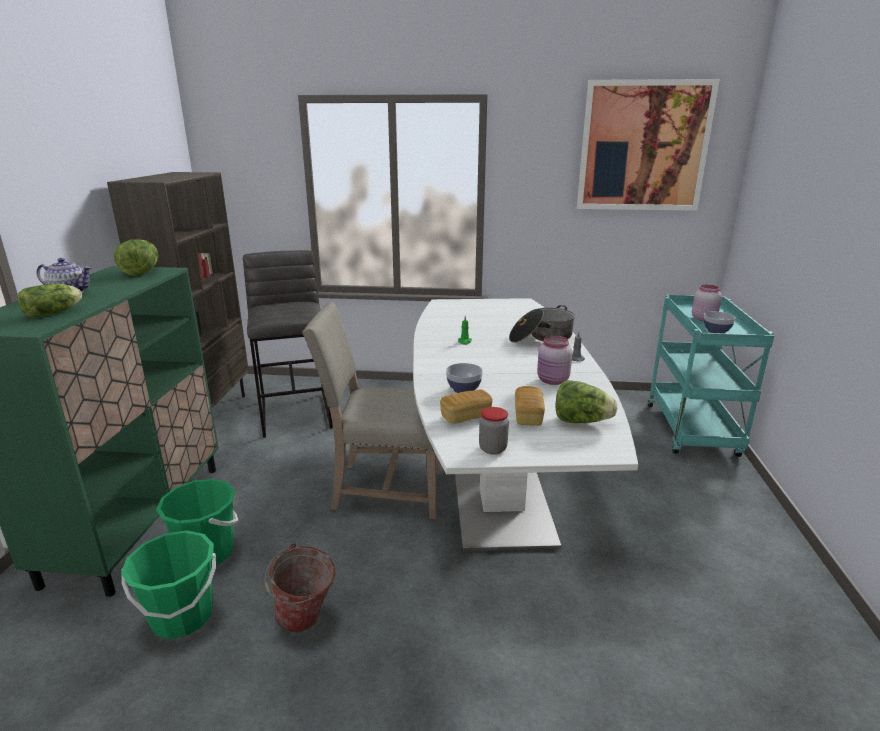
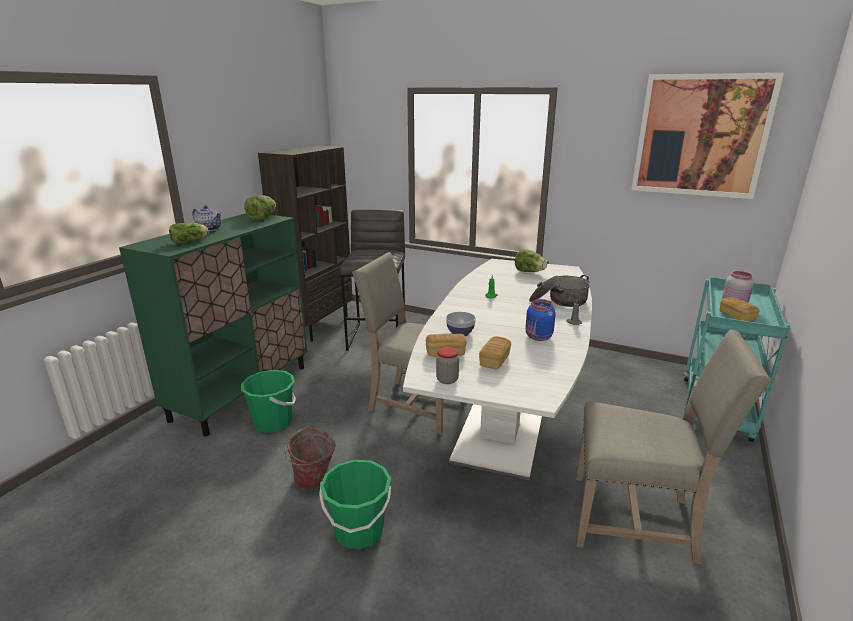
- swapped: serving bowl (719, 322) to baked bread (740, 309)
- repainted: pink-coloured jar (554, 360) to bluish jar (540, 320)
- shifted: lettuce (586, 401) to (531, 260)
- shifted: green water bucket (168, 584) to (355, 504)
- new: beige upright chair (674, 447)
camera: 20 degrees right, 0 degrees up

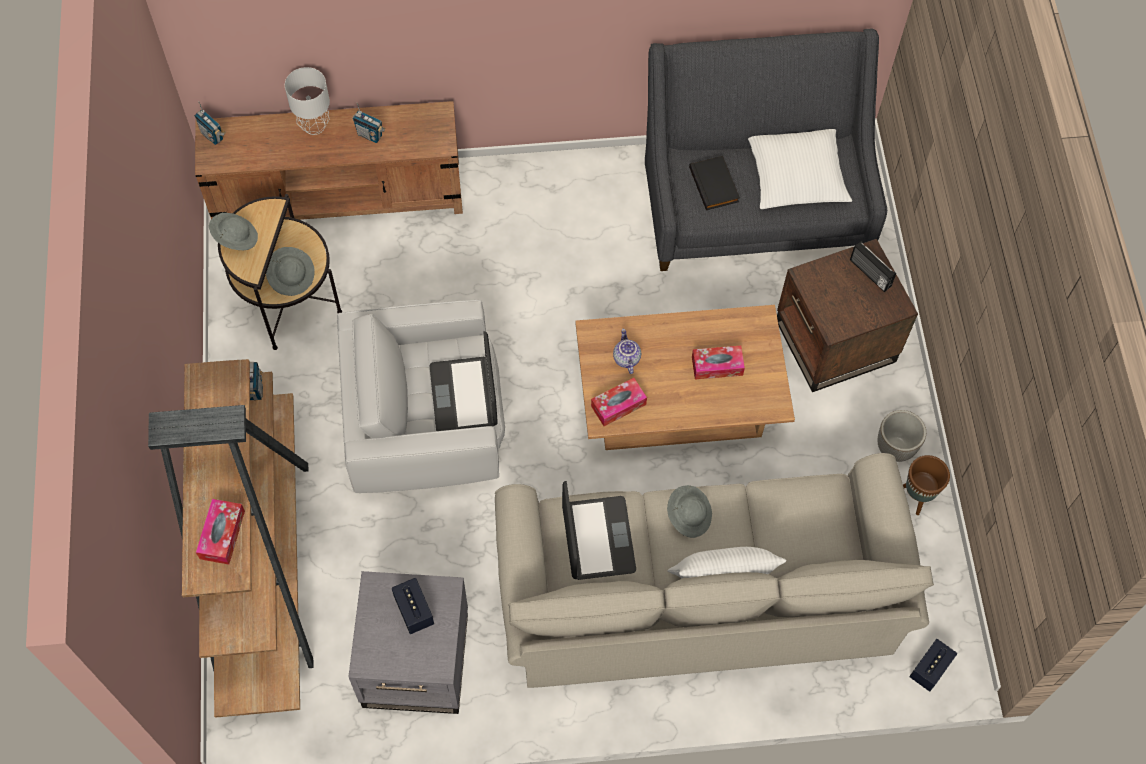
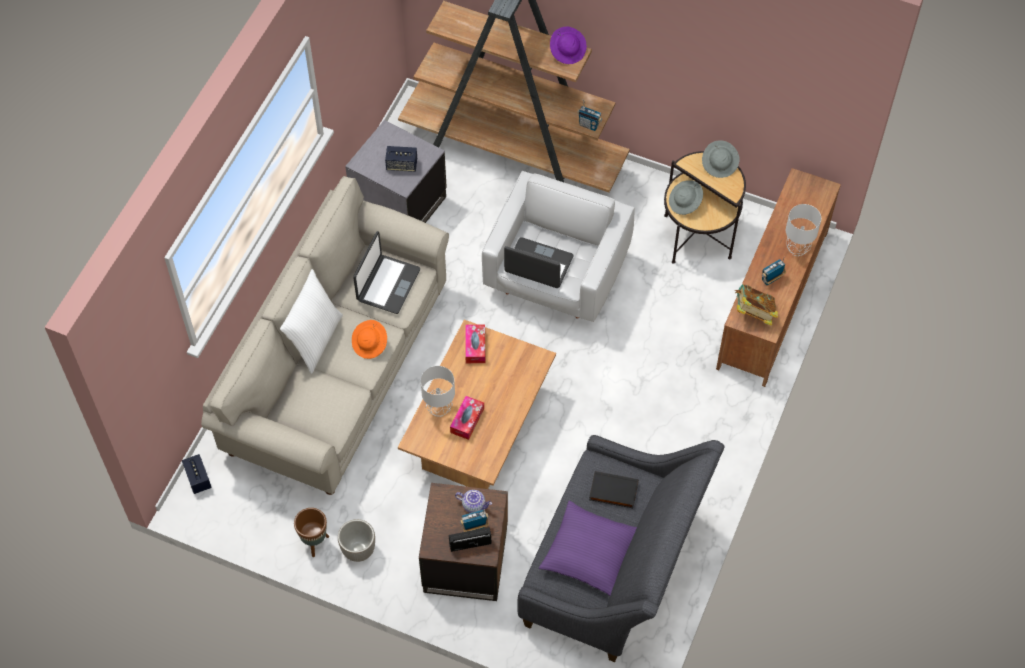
- shifted: radio (210, 123) to (474, 520)
- repainted: white pillow (800, 169) to purple-coloured pillow (588, 548)
- shifted: pot for tea (627, 351) to (473, 501)
- rotated: notebook computer (599, 530) = (386, 272) 90 degrees counterclockwise
- repainted: gray clothing hat (689, 511) to orange clothing hat (369, 339)
- gone: tissue box (220, 532)
- new: purple-coloured clothing hat (568, 45)
- new: book (756, 305)
- new: gray lamp for a table (438, 391)
camera: 120 degrees right, 5 degrees down

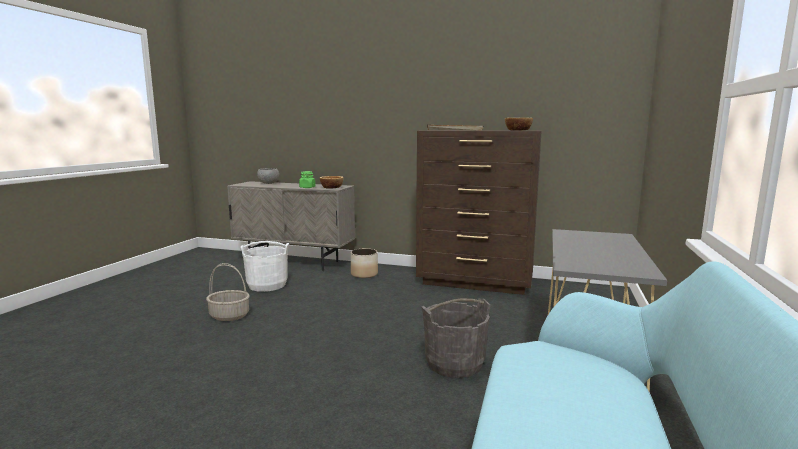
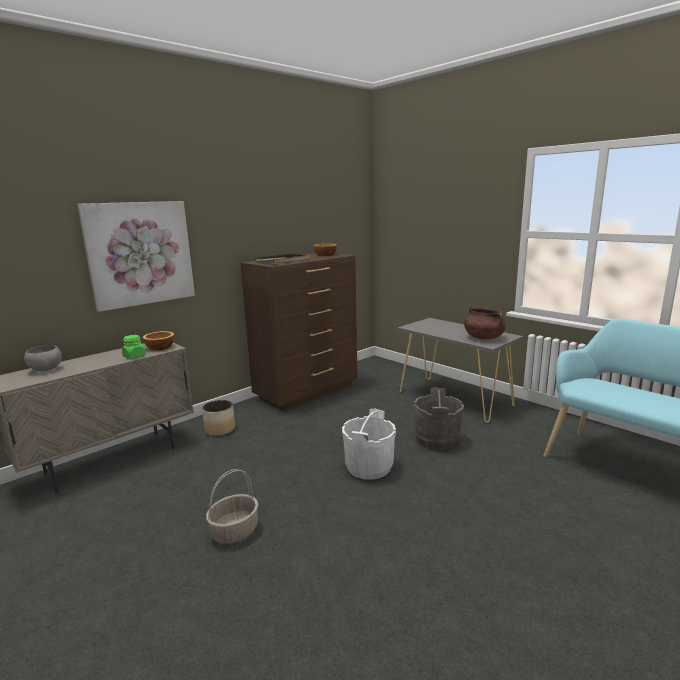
- shifted: white water bucket (265, 266) to (369, 444)
- new: picture (136, 256)
- new: brown-coloured saucepot (485, 322)
camera: 60 degrees left, 5 degrees up

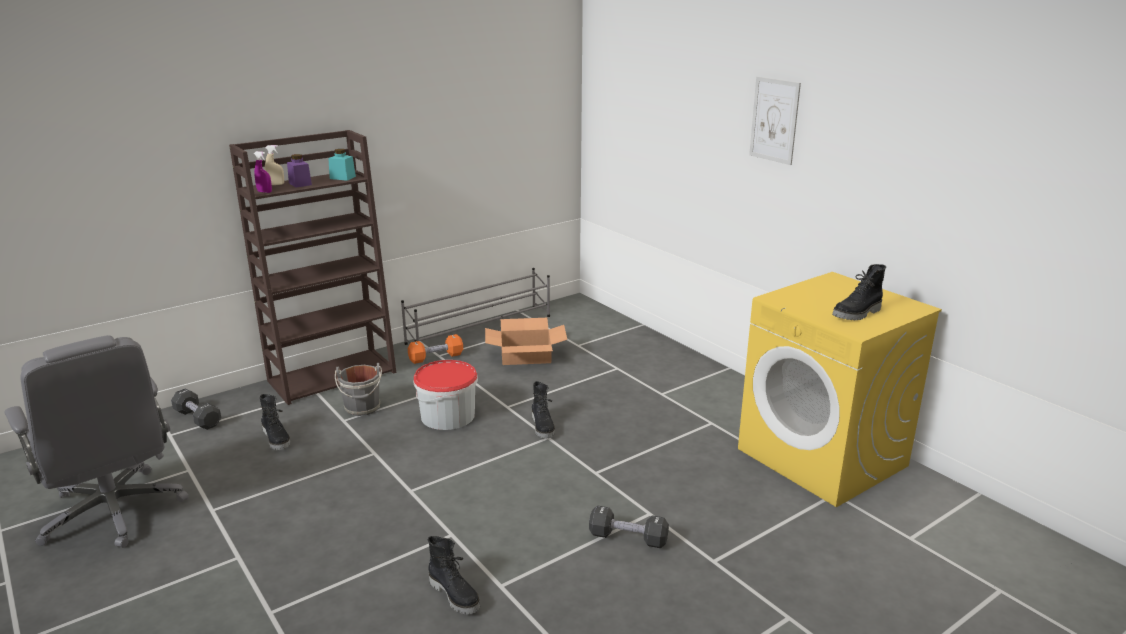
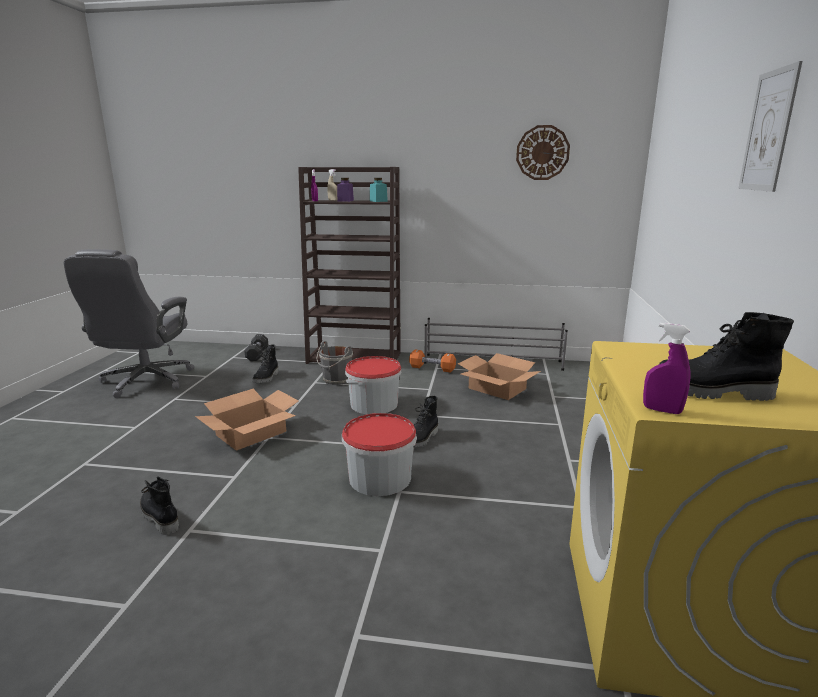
- gone: blackish free weight (629, 526)
- rotated: blackish high-top boot (454, 575) = (159, 505) 135 degrees clockwise
- new: wall clock (543, 152)
- new: purple-coloured sprayer (666, 368)
- new: packing box (247, 420)
- new: water bucket (379, 454)
camera: 45 degrees right, 5 degrees down

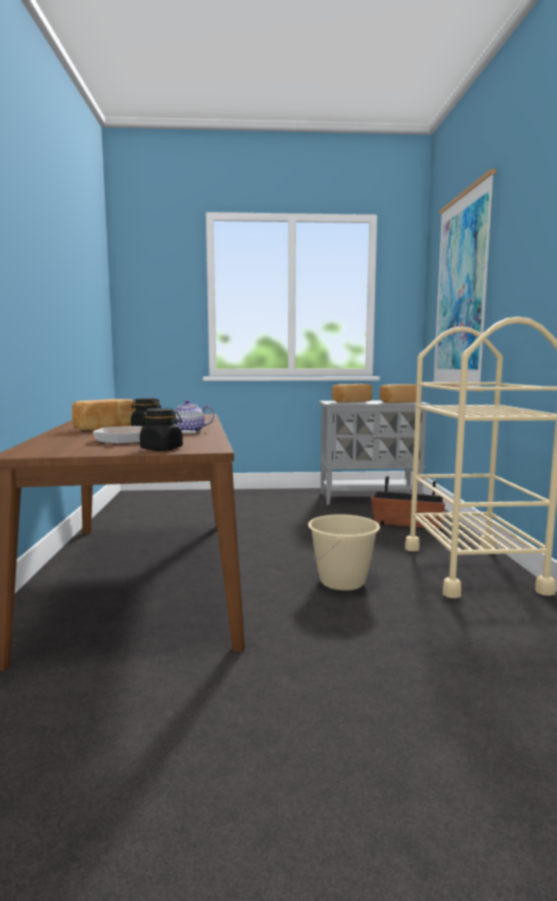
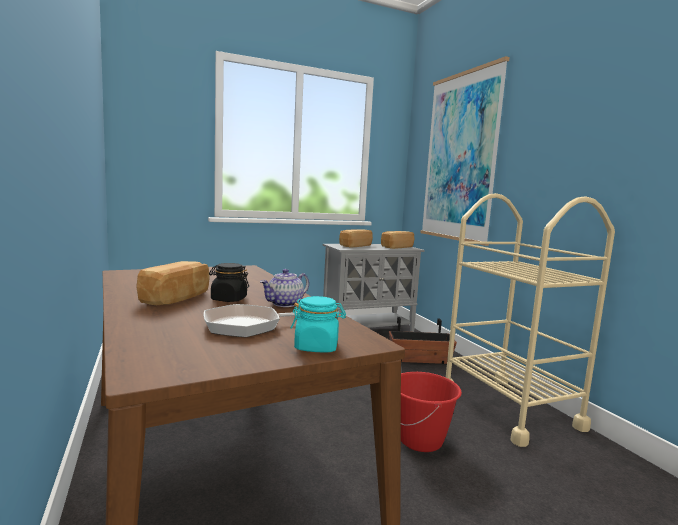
- repainted: blackish jar (161, 429) to turquoise-coloured jar (318, 324)
- repainted: beige water bucket (344, 552) to reddish water bucket (431, 412)
camera: 20 degrees left, 0 degrees up

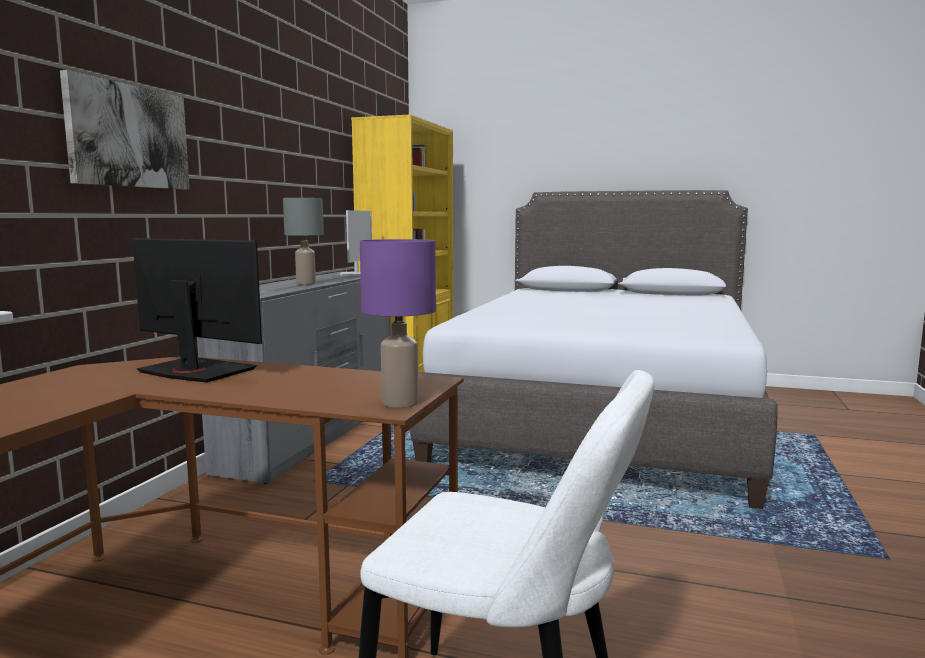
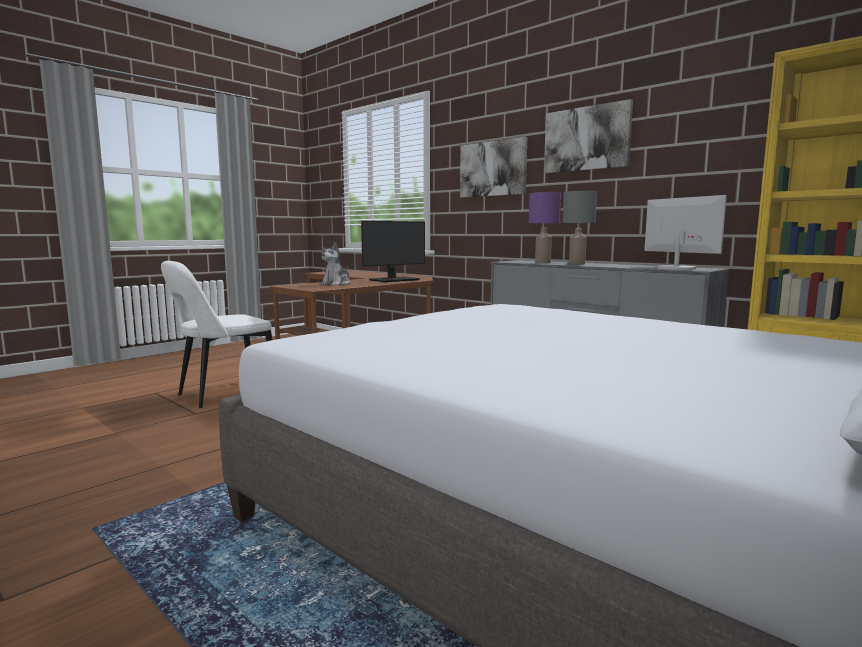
- rotated: monitor (356, 243) = (685, 232) 150 degrees counterclockwise
- shifted: purple-coloured lamp for a table (398, 323) to (545, 228)
- new: picture (588, 136)
- new: plush toy (335, 264)
camera: 115 degrees right, 0 degrees up

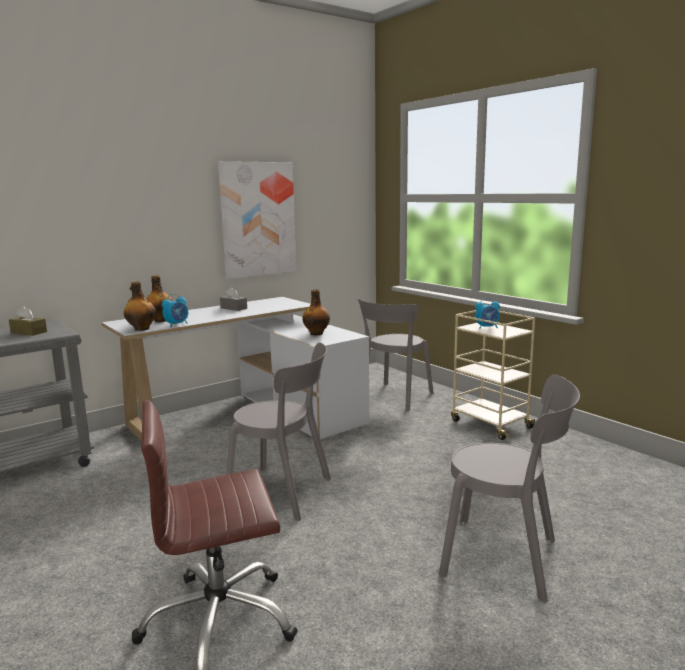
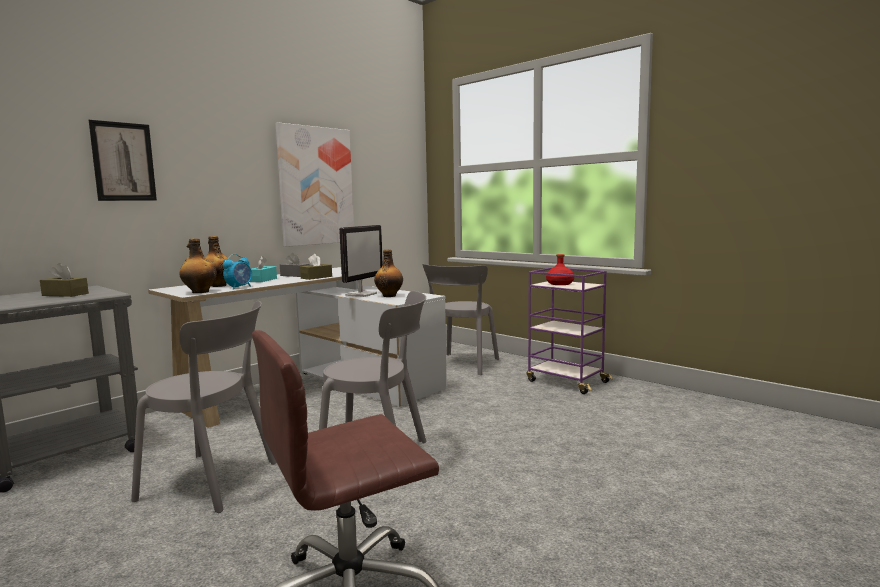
- swapped: table clock (487, 313) to reddish drink bottle (560, 269)
- repainted: beige cart (493, 375) to purple-coloured cart (570, 330)
- shifted: gray upright chair (509, 489) to (204, 407)
- new: picture (123, 160)
- new: monitor (361, 261)
- new: brown-coloured tissue box (316, 267)
- new: turquoise-coloured tissue box (263, 269)
camera: 10 degrees left, 5 degrees down

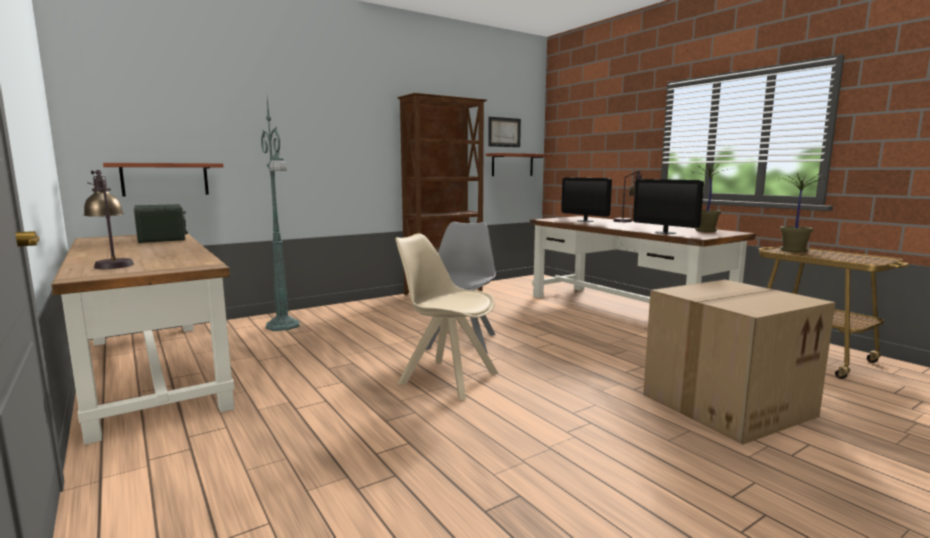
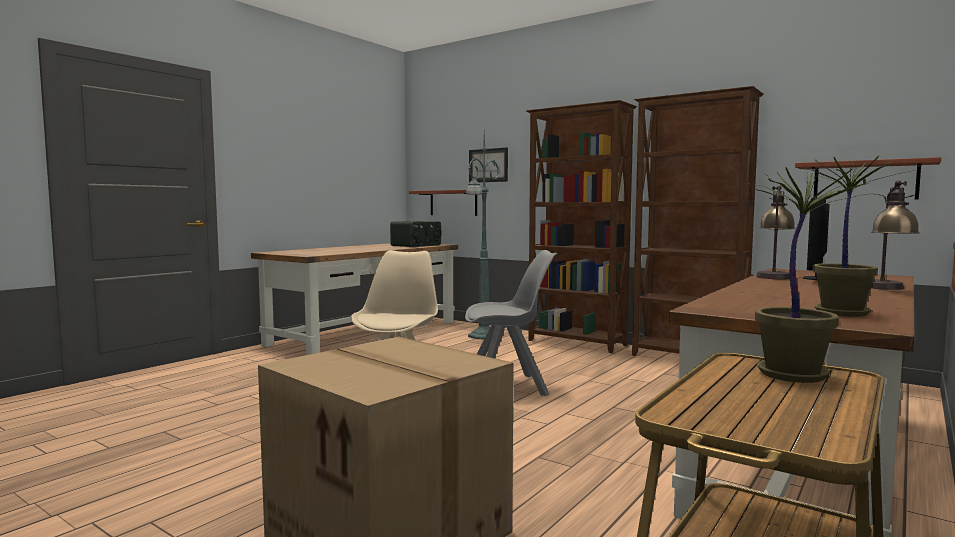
- shifted: picture (504, 132) to (488, 165)
- shifted: lamp for a table (109, 219) to (775, 232)
- gone: monitor (668, 206)
- new: brown-coloured shelving unit (581, 226)
camera: 70 degrees right, 5 degrees down

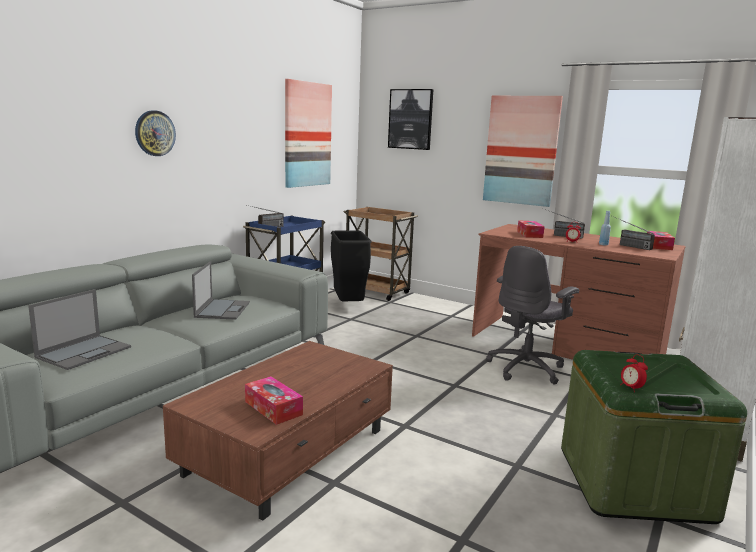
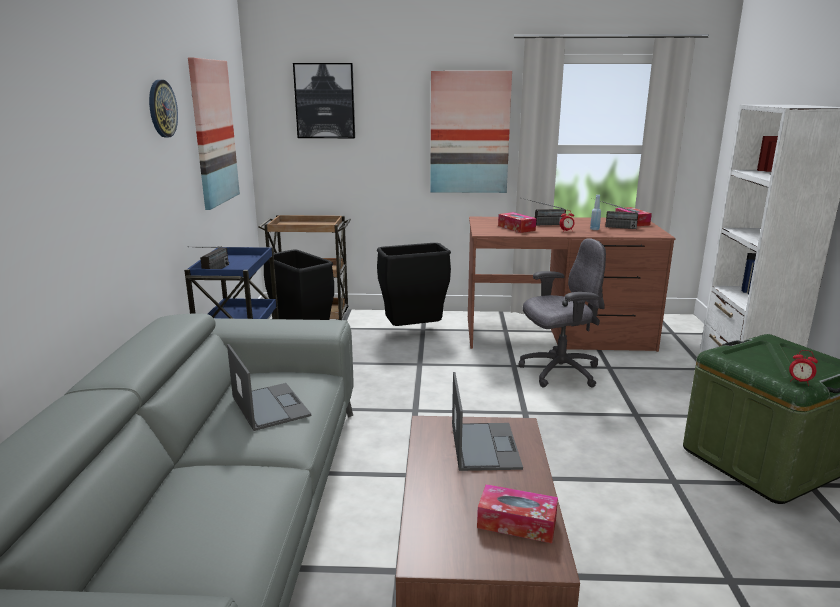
- shifted: wall clock (155, 133) to (163, 109)
- rotated: gray desk chair (532, 315) = (562, 313) 120 degrees counterclockwise
- shifted: notebook computer (79, 329) to (487, 421)
- new: blackish waste bin (414, 284)
camera: 30 degrees left, 5 degrees up

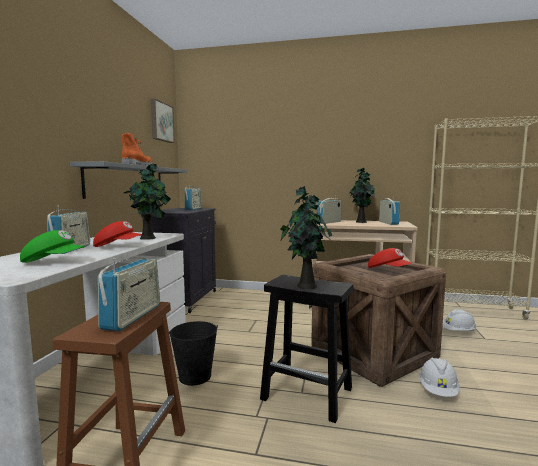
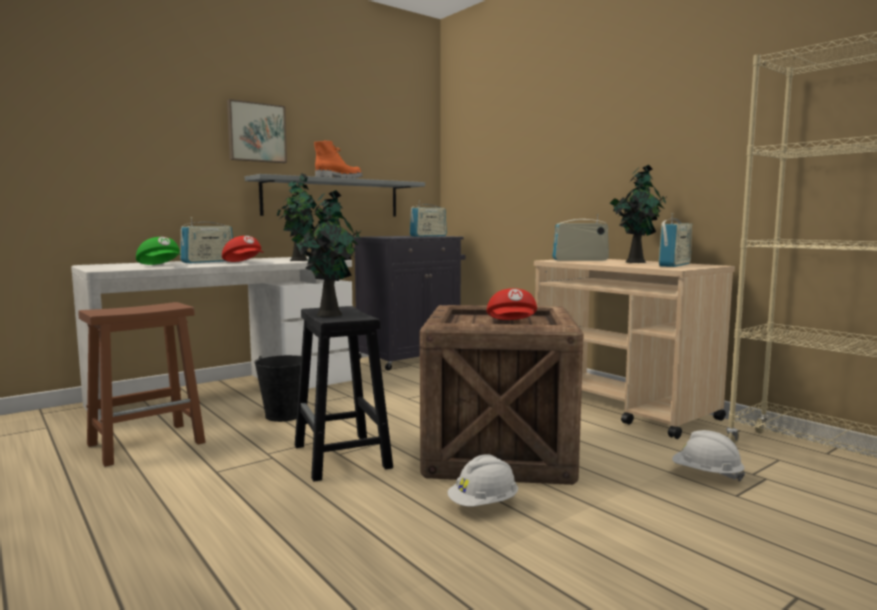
- shifted: picture (163, 121) to (257, 131)
- gone: radio (129, 294)
camera: 40 degrees right, 0 degrees up

